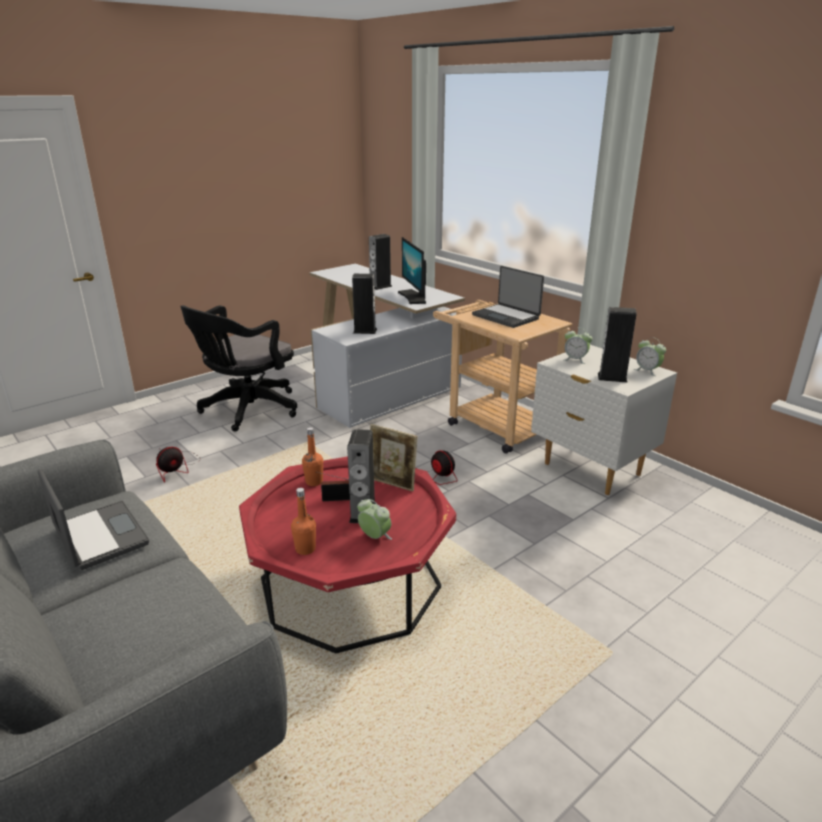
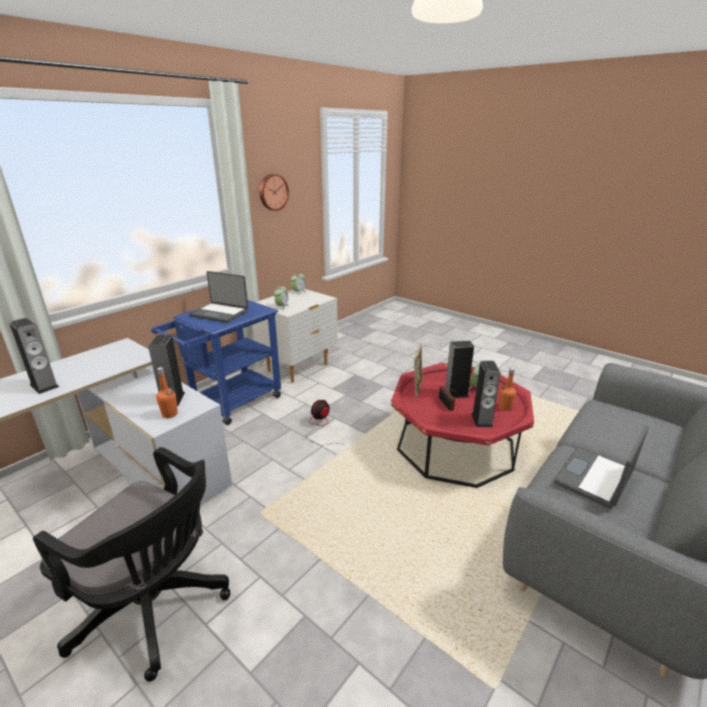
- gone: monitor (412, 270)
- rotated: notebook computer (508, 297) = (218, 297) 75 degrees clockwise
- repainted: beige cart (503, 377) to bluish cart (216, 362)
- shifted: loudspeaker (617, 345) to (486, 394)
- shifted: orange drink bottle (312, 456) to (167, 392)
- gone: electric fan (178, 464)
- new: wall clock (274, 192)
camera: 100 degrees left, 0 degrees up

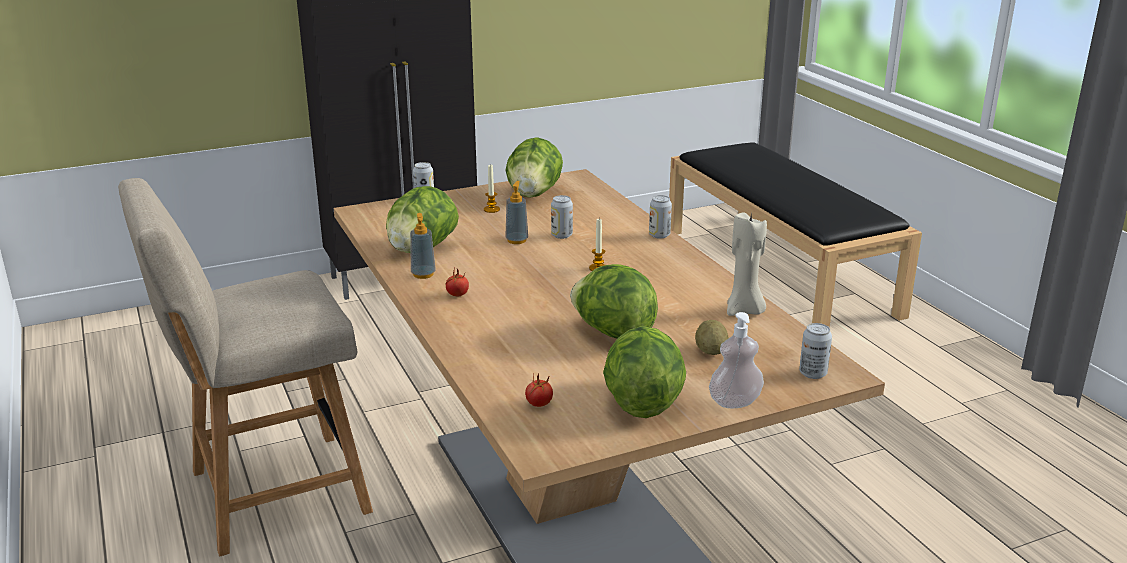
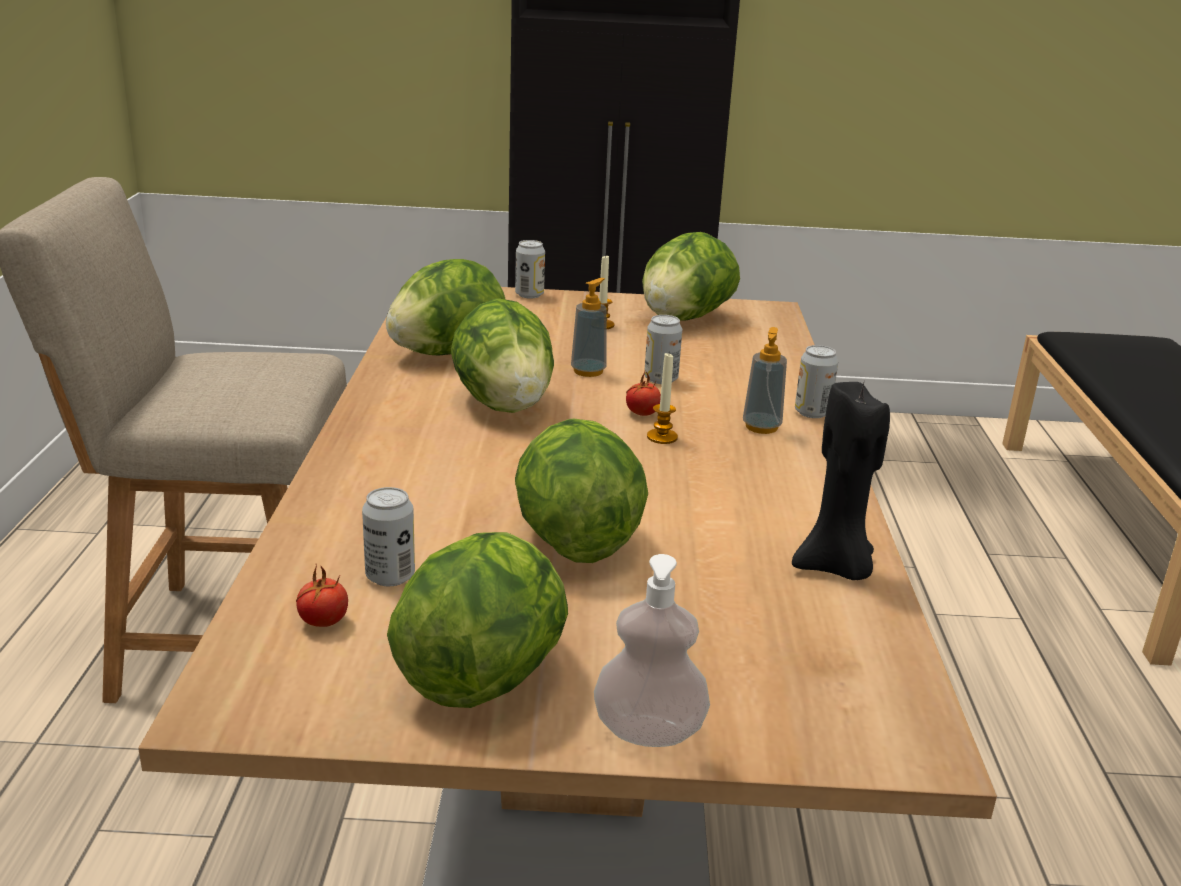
- repainted: beige wax light (747, 263) to blackish wax light (841, 481)
- shifted: soap bottle (423, 246) to (765, 380)
- shifted: tomato (457, 281) to (643, 393)
- gone: potato (712, 337)
- shifted: metal can (815, 351) to (388, 536)
- new: lettuce (502, 356)
camera: 25 degrees right, 0 degrees up

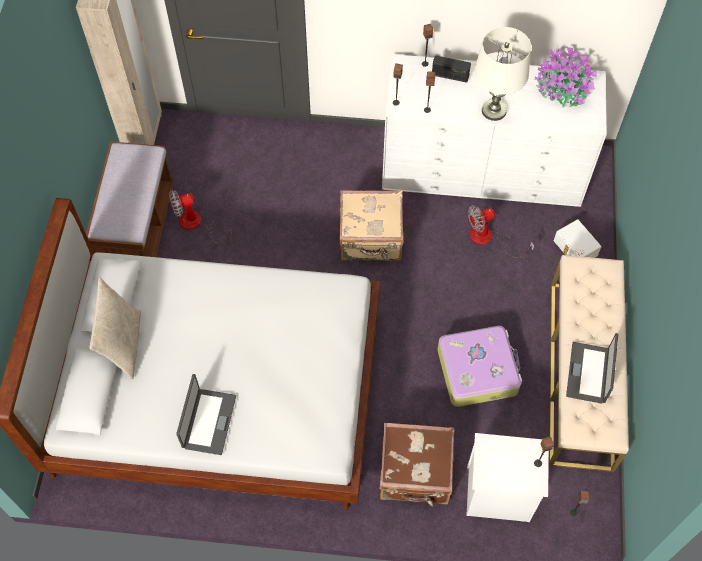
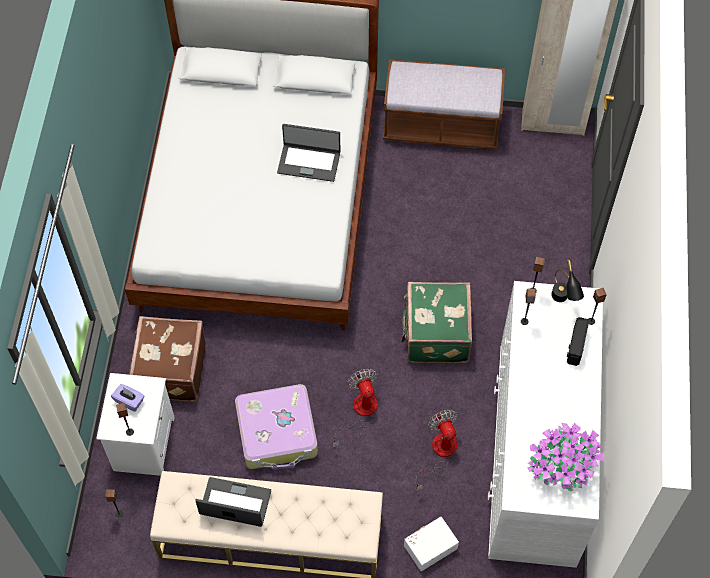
- gone: white lamp for a table (502, 74)
- shifted: electric fan (201, 217) to (355, 408)
- repainted: beige suitcase (371, 225) to green suitcase (436, 322)
- gone: beige pillow (115, 328)
- shifted: notebook computer (206, 414) to (308, 153)
- new: blackish lamp for a table (567, 281)
- new: purple-coloured tissue box (127, 398)
camera: 90 degrees right, 0 degrees up

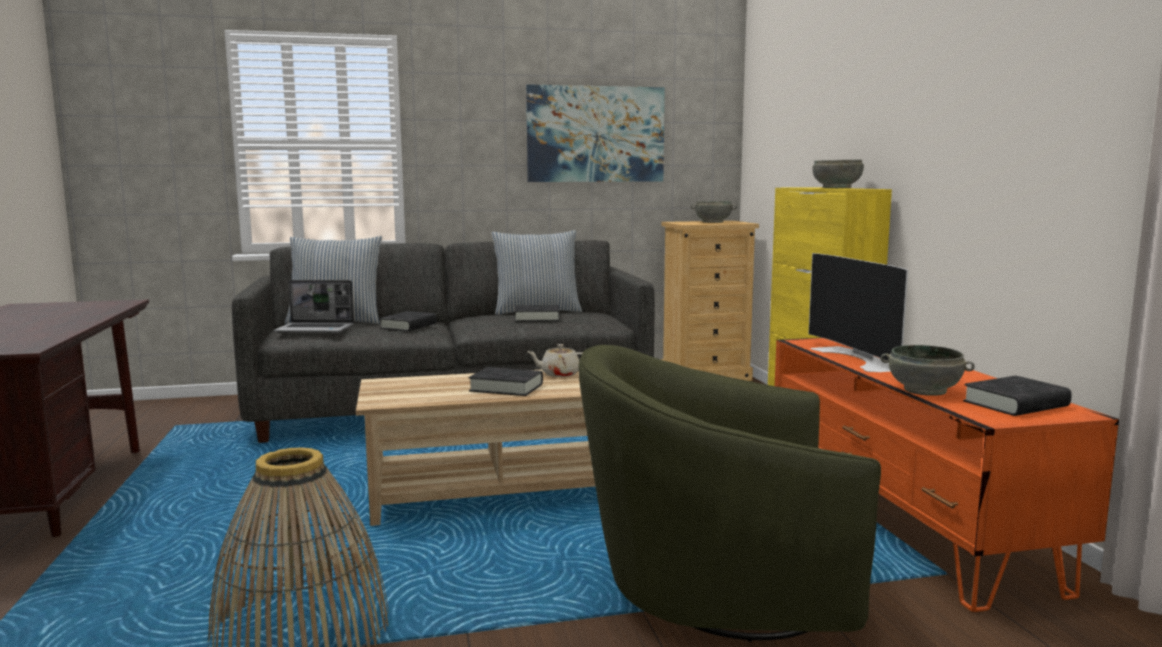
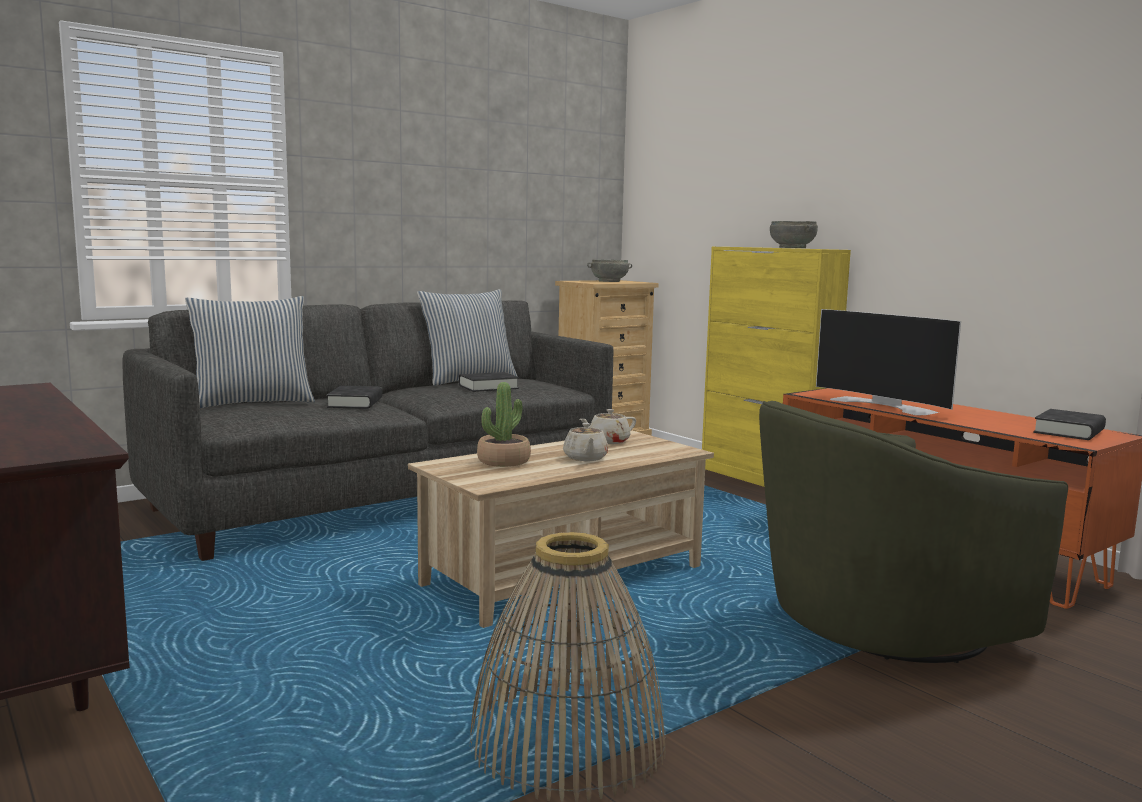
- gone: picture (595, 133)
- gone: notebook computer (314, 306)
- gone: gray serving bowl (928, 370)
- swapped: blackish book (506, 381) to beige pot for tea (585, 442)
- new: plant in a pot (504, 424)
camera: 25 degrees left, 0 degrees up

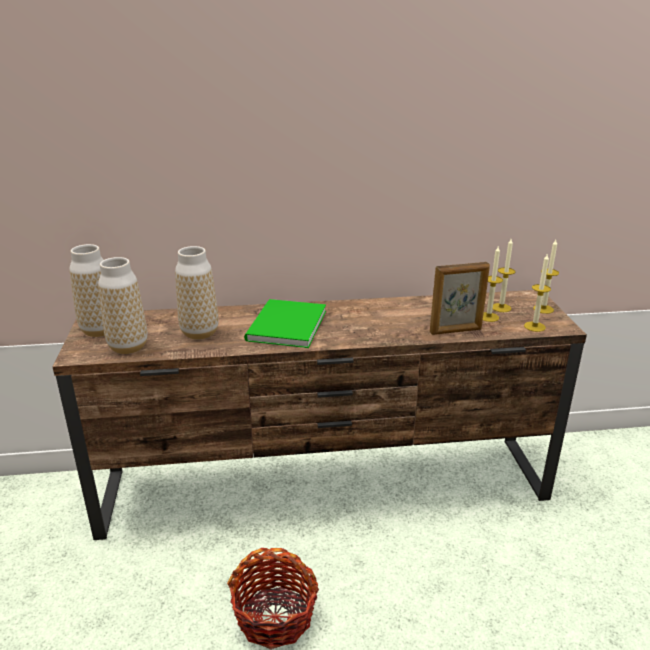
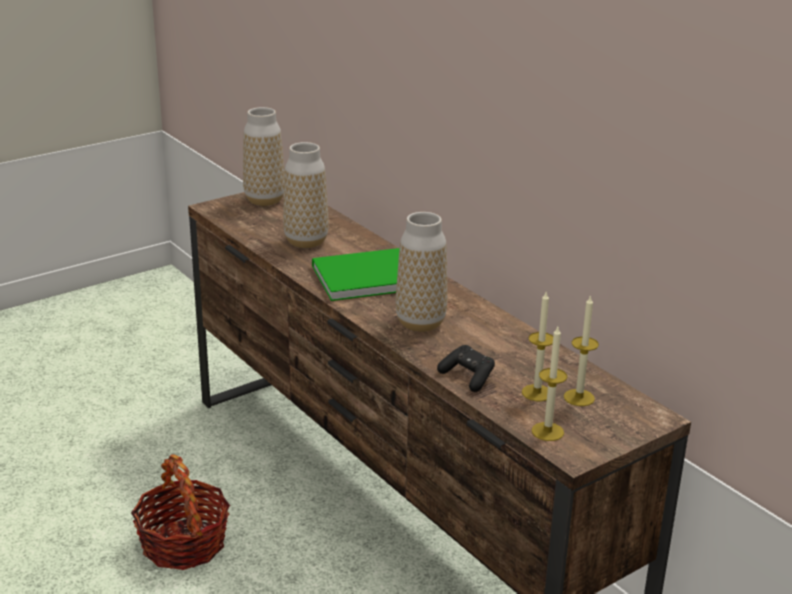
- gone: wax light (546, 277)
- shifted: vase (123, 305) to (421, 272)
- swapped: photo frame (460, 298) to blackish joypad (466, 368)
camera: 60 degrees right, 0 degrees up

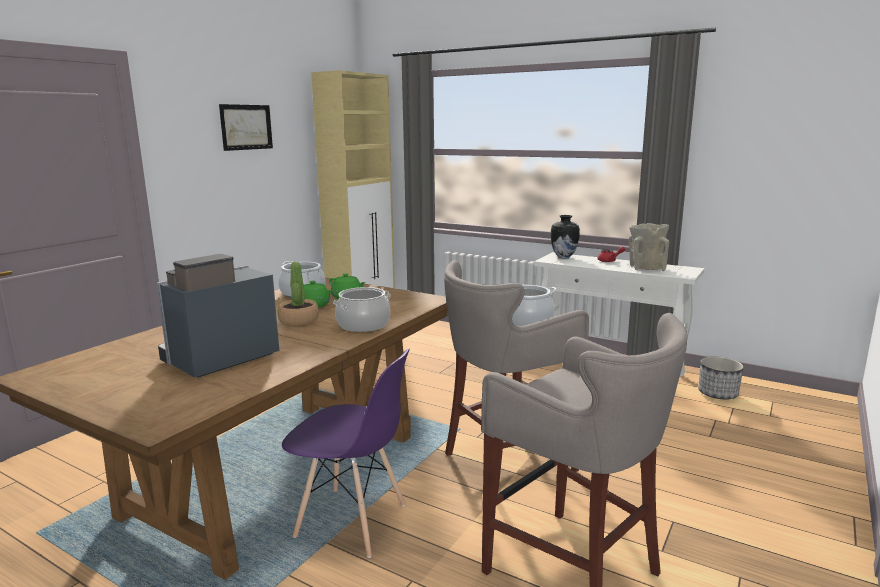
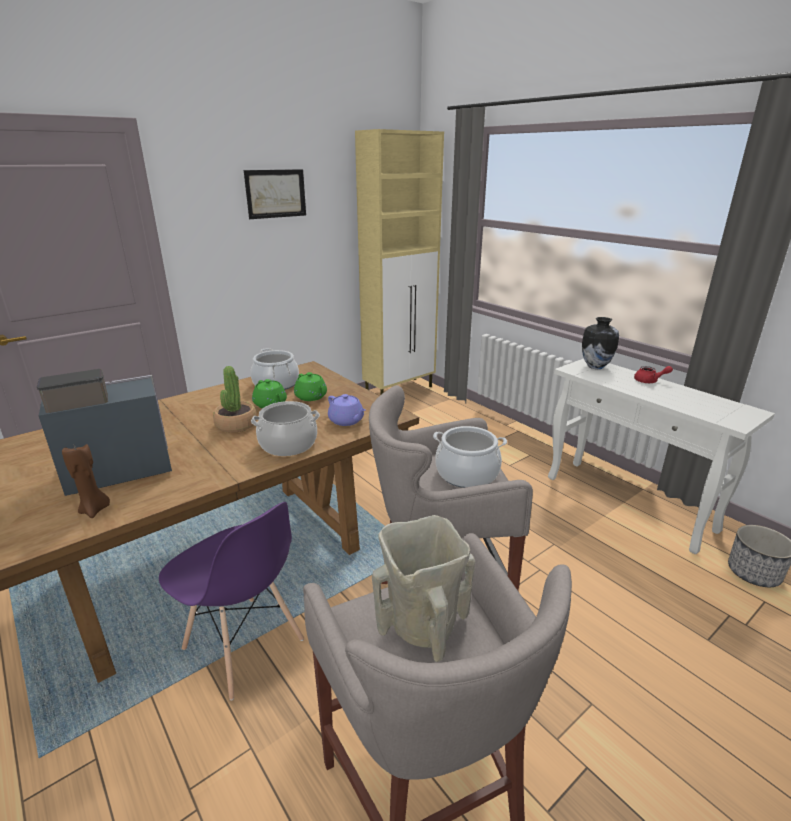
- shifted: beige vase (649, 247) to (423, 588)
- new: purple-coloured pot for tea (347, 410)
- new: brown-coloured wax light (86, 481)
camera: 20 degrees right, 10 degrees up

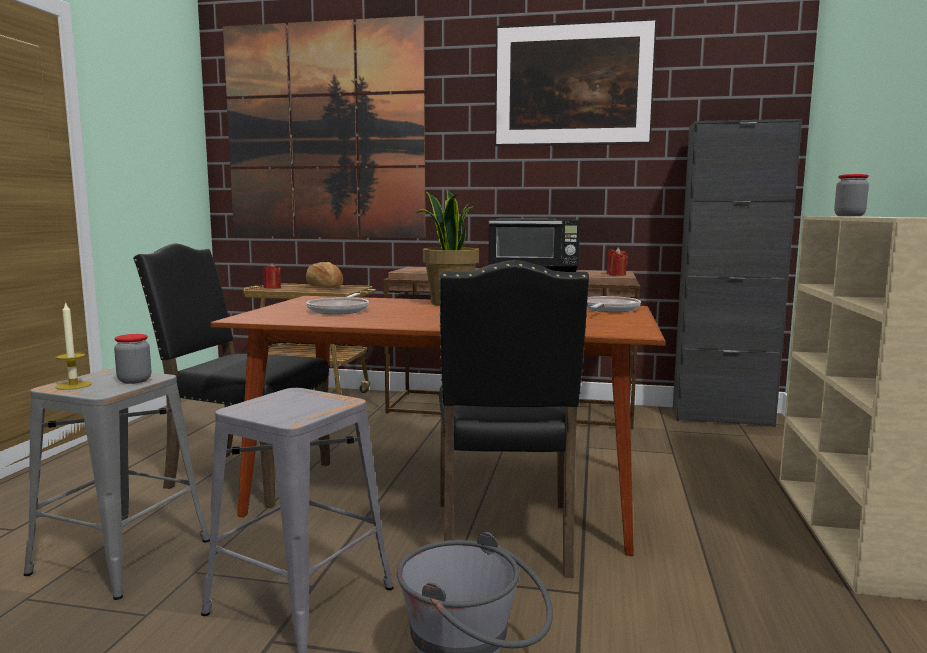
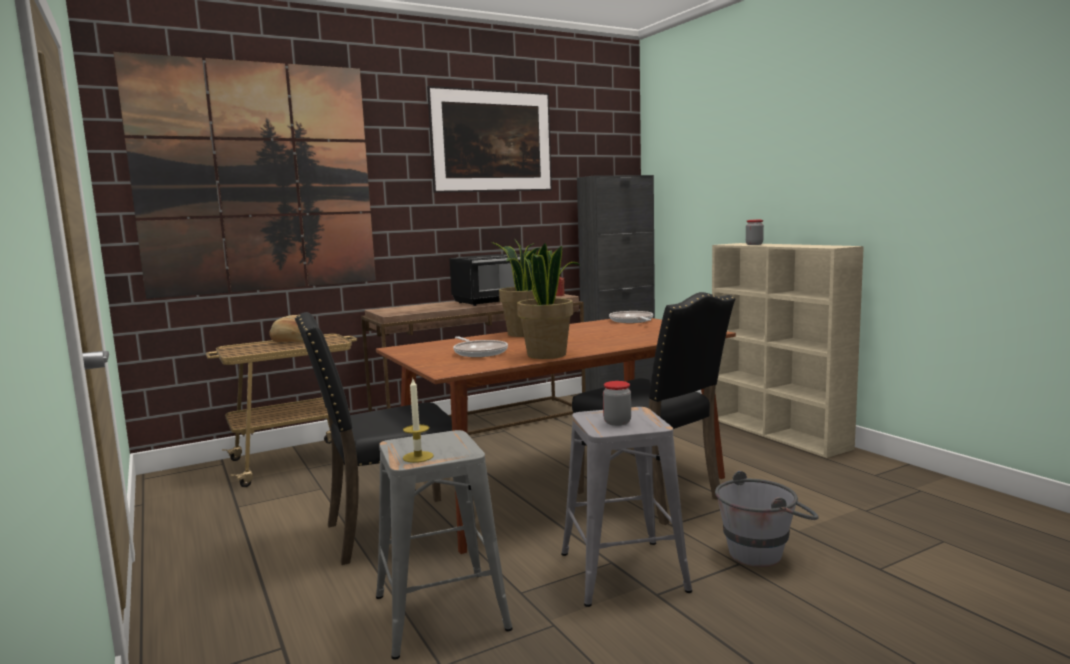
- gone: reddish wax light (272, 276)
- shifted: jar (132, 359) to (617, 403)
- new: plant in a pot (548, 301)
camera: 40 degrees left, 0 degrees up

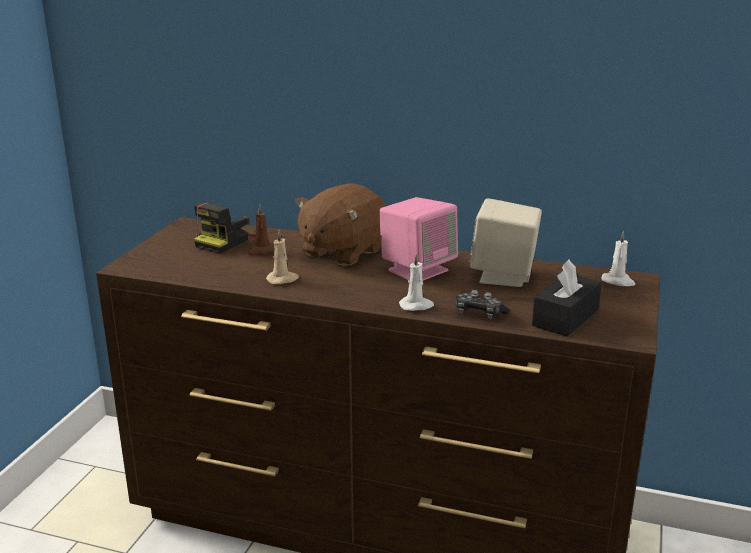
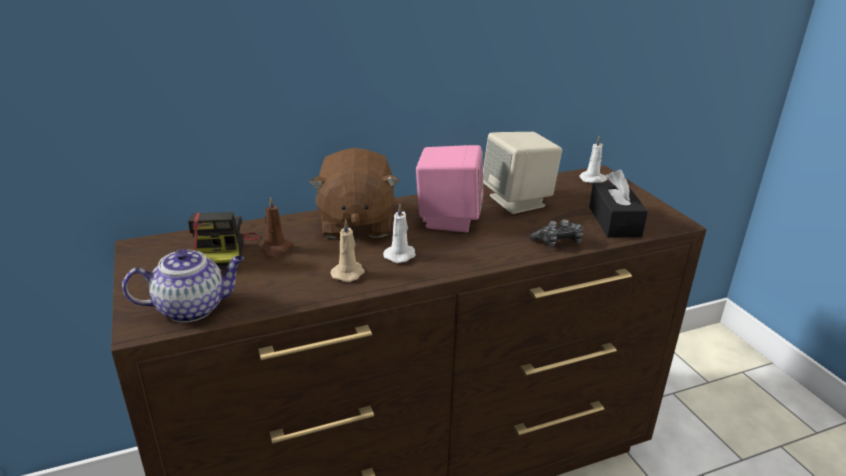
- shifted: white wax light (416, 282) to (399, 233)
- new: pot for tea (183, 285)
camera: 40 degrees left, 5 degrees up

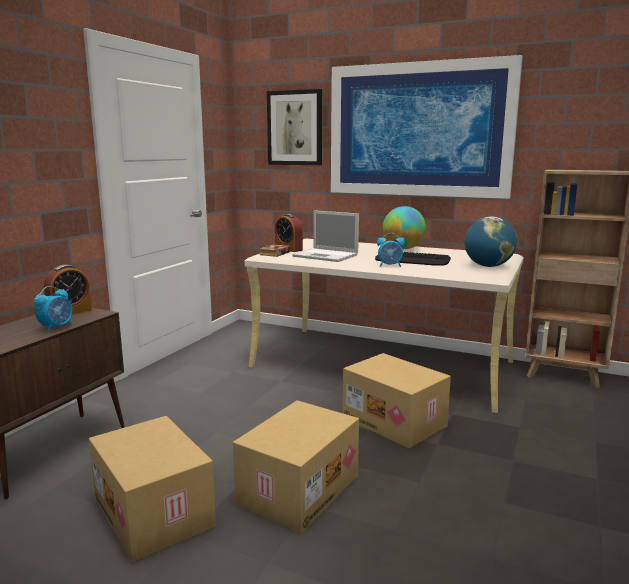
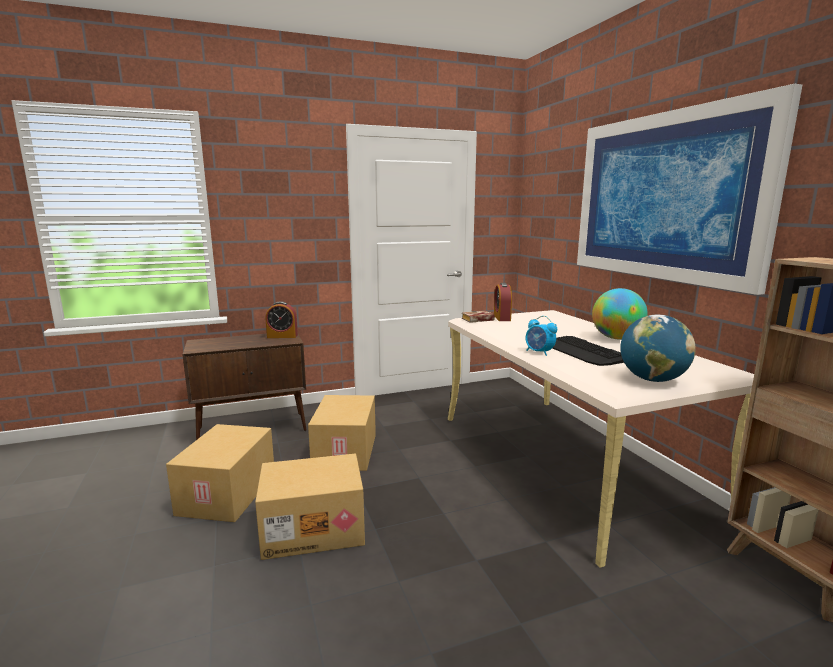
- gone: picture (294, 127)
- gone: notebook computer (325, 236)
- gone: table clock (53, 309)
- shifted: packing box (397, 401) to (342, 433)
camera: 45 degrees right, 0 degrees up

